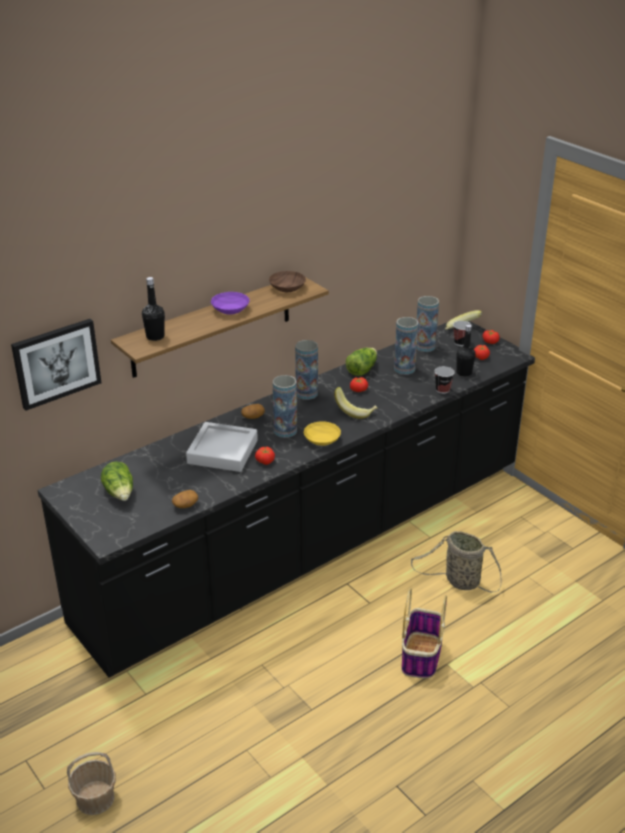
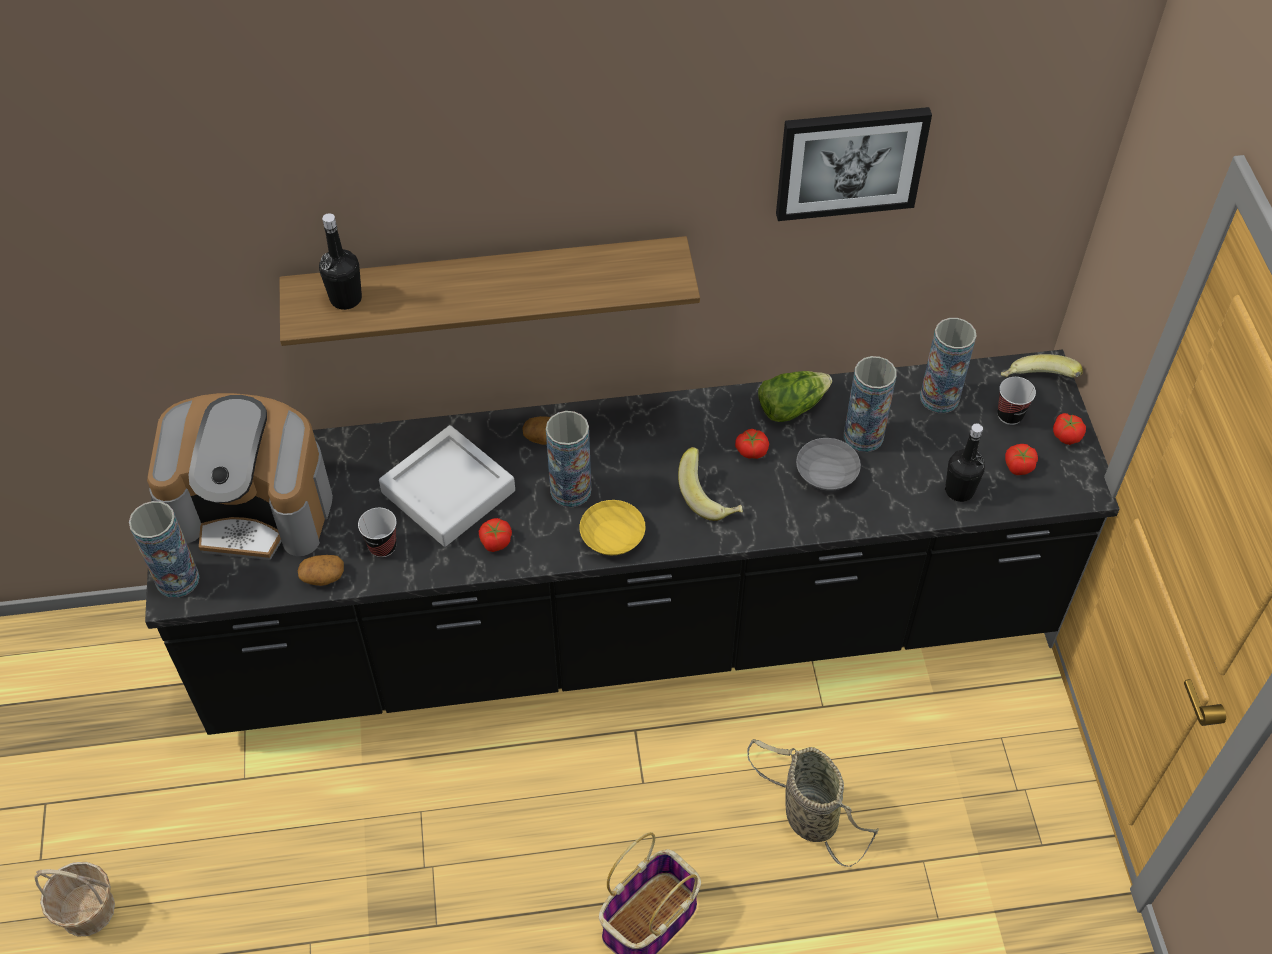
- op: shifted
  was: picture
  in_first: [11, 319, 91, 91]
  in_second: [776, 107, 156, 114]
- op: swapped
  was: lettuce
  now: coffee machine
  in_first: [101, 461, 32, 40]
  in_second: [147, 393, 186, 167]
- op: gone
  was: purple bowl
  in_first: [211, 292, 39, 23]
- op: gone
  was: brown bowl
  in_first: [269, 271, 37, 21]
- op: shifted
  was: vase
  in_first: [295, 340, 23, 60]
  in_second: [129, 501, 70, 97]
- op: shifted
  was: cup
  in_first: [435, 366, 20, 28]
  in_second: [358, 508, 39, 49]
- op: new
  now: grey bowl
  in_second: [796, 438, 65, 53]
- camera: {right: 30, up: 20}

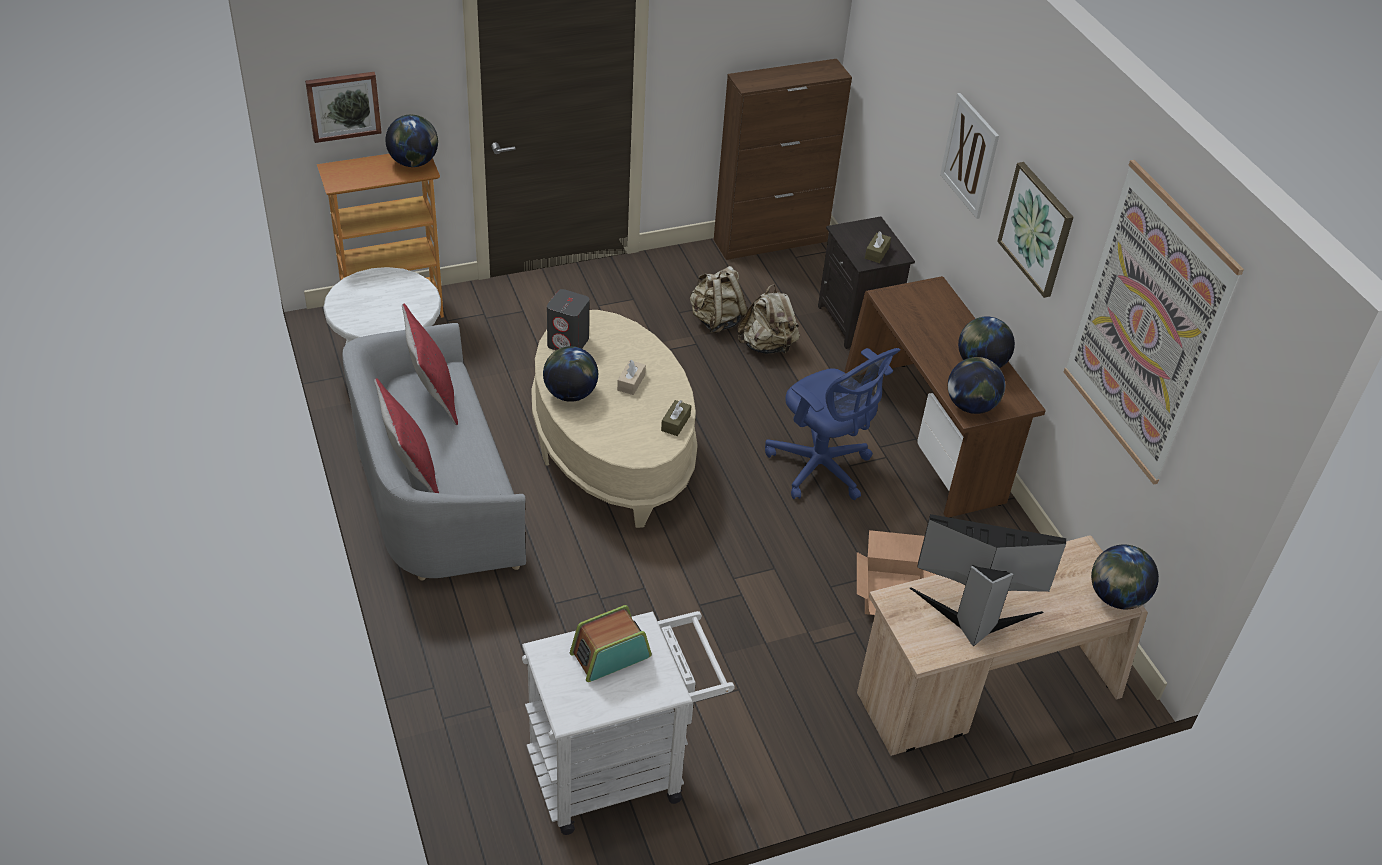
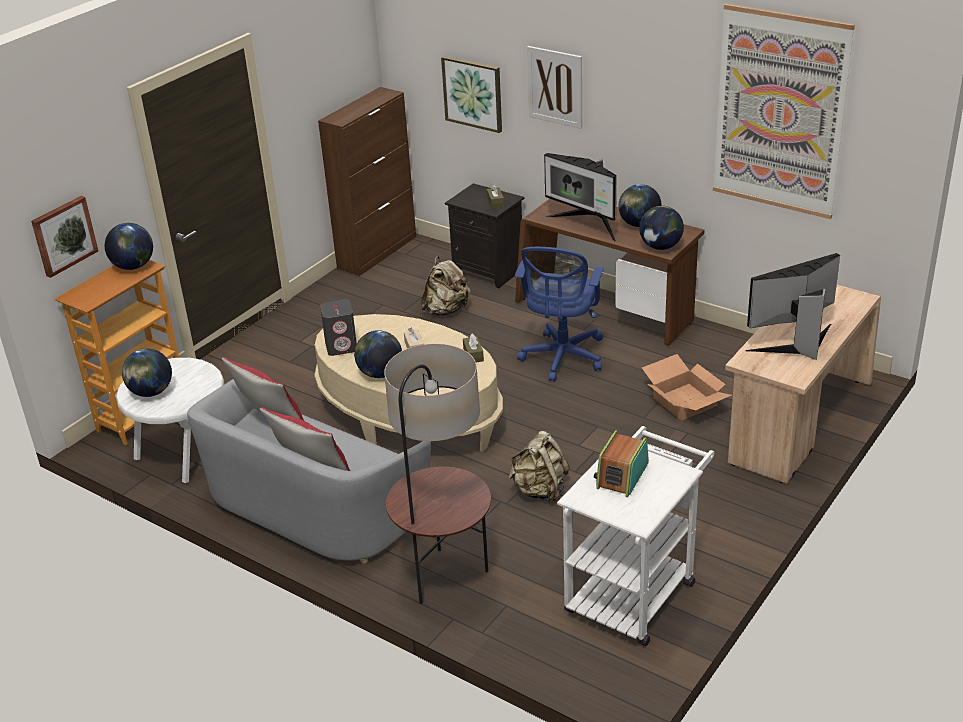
- op: shifted
  was: beige backpack
  in_first: [690, 266, 58, 67]
  in_second: [508, 431, 62, 72]
- op: rotated
  was: blue office chair
  in_first: [765, 348, 135, 152]
  in_second: [515, 247, 89, 135]
  clockwise: 90
- op: shifted
  was: picture
  in_first: [997, 162, 77, 136]
  in_second: [441, 56, 61, 77]
- op: shifted
  was: globe
  in_first: [1091, 545, 68, 64]
  in_second: [122, 349, 50, 48]
- op: new
  now: floor lamp
  in_second: [385, 344, 106, 260]
- op: new
  now: monitor
  in_second: [544, 153, 73, 89]
- camera: {right: -30, up: -10}

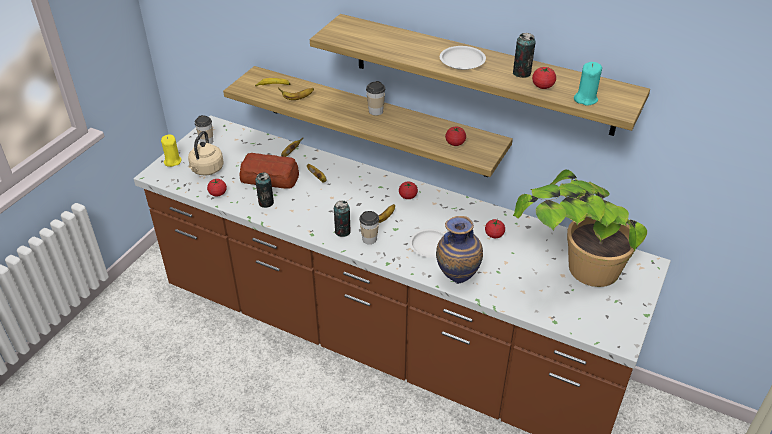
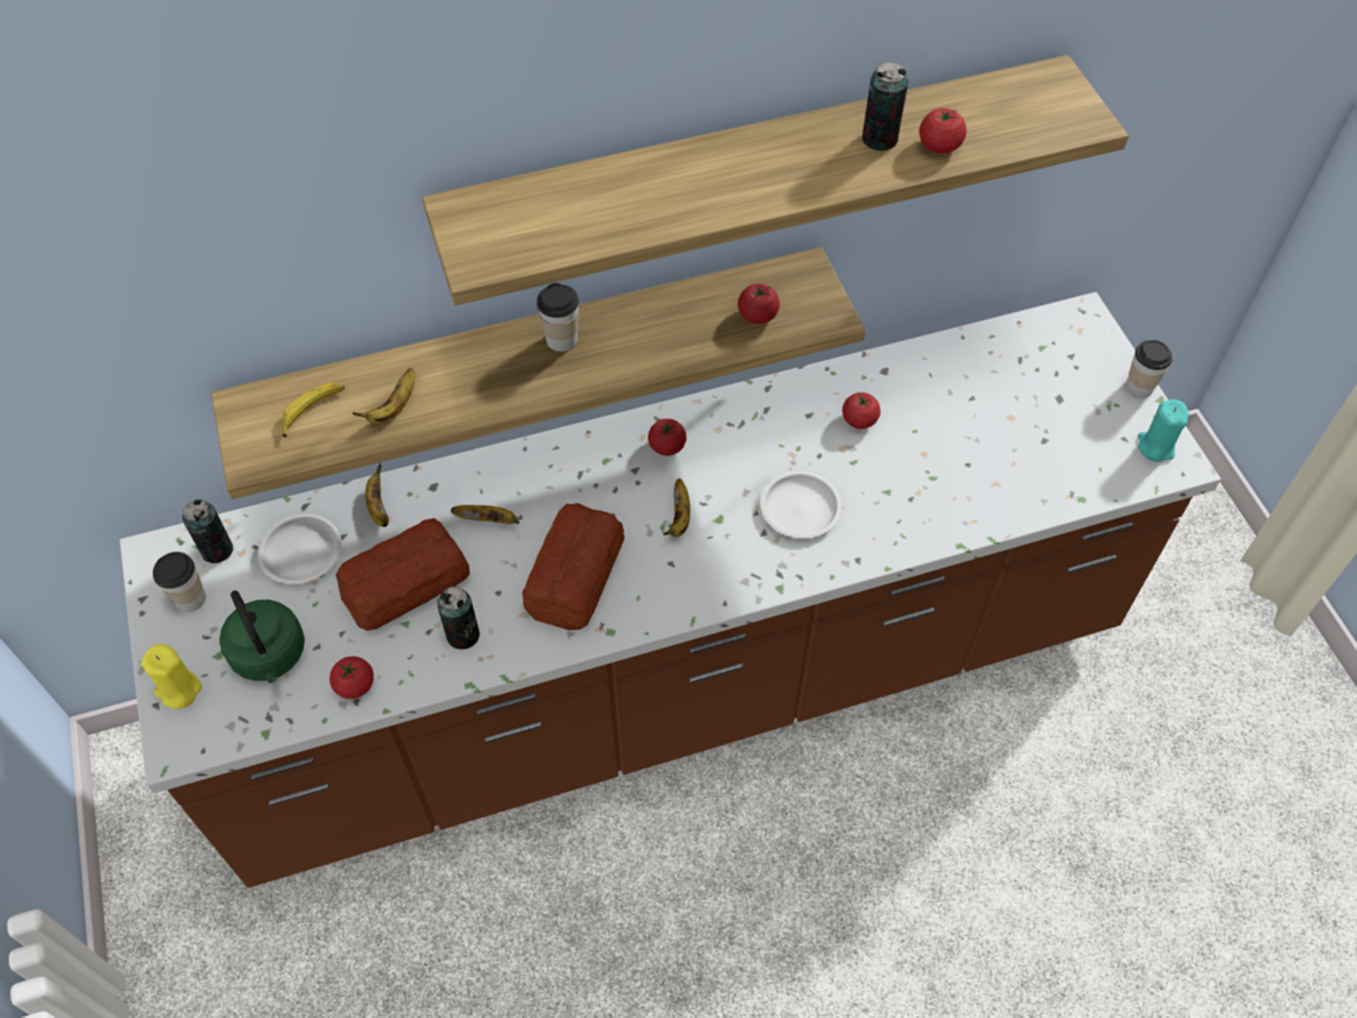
- op: repainted
  was: beige kettle
  now: green kettle
  in_first: [188, 131, 36, 45]
  in_second: [220, 590, 85, 93]
- op: shifted
  was: can
  in_first: [334, 201, 16, 36]
  in_second: [182, 499, 51, 64]
- op: shifted
  was: cup
  in_first: [359, 211, 20, 33]
  in_second: [1126, 340, 46, 58]
- op: gone
  was: vase
  in_first: [436, 216, 47, 68]
- op: shifted
  was: white plate
  in_first: [440, 46, 46, 24]
  in_second: [258, 514, 83, 70]
- op: gone
  was: potted plant
  in_first: [513, 170, 134, 117]
- op: shifted
  was: turquoise candle
  in_first: [574, 62, 28, 44]
  in_second: [1138, 399, 51, 63]
- op: new
  now: bread
  in_second: [522, 503, 102, 127]
- camera: {right: -45, up: 15}

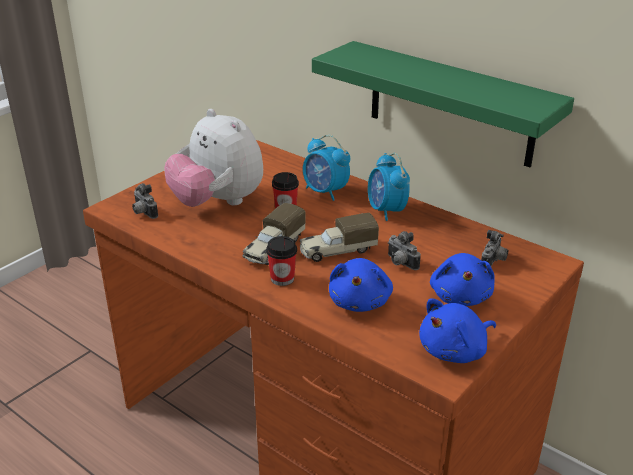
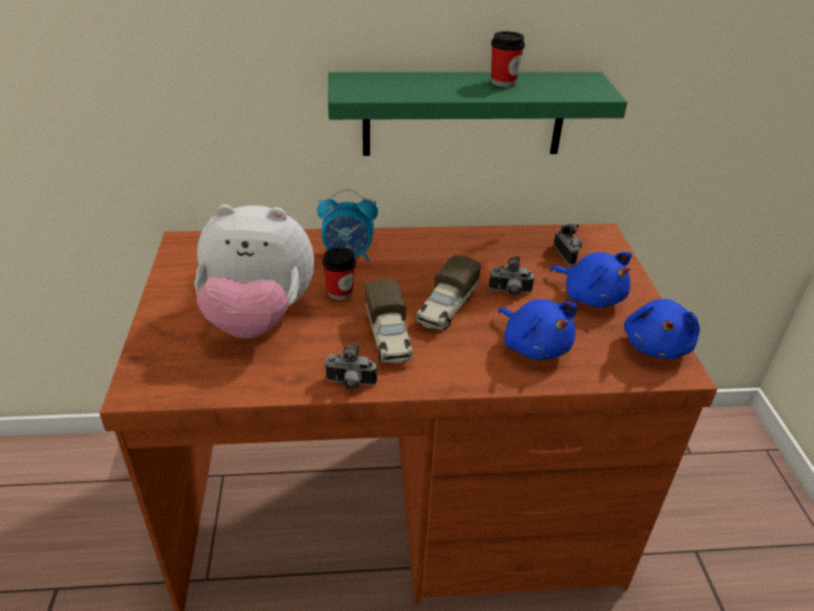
- op: shifted
  was: photo camera
  in_first: [132, 183, 26, 36]
  in_second: [324, 343, 53, 47]
- op: shifted
  was: cup
  in_first: [266, 236, 31, 50]
  in_second: [491, 31, 34, 56]
- op: gone
  was: alarm clock
  in_first: [368, 153, 42, 68]
- camera: {right: -45, up: 5}

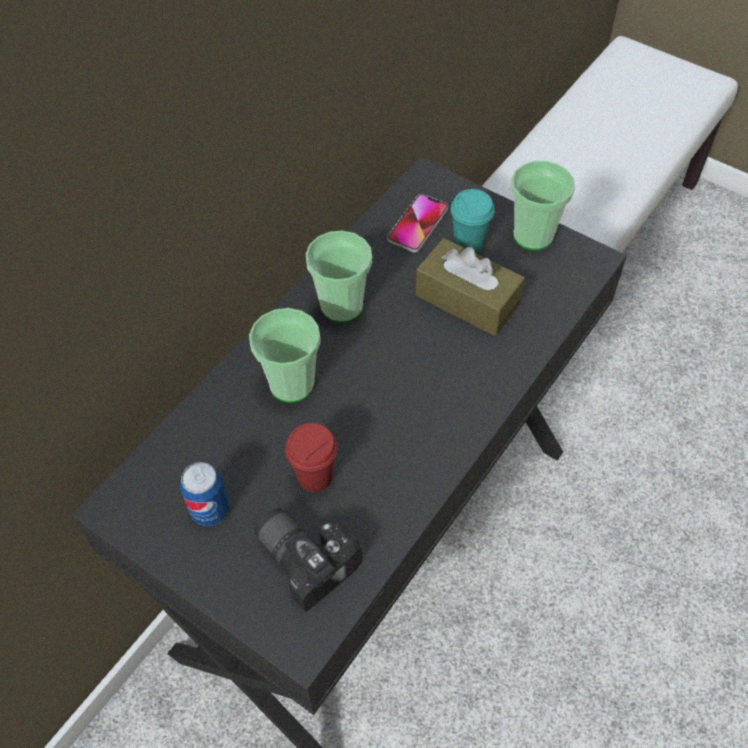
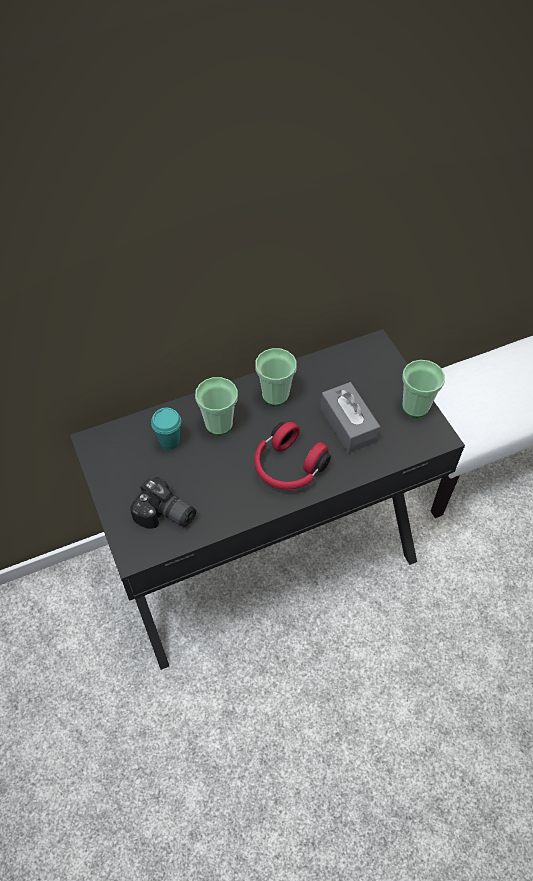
- op: gone
  was: can
  in_first: [180, 462, 49, 64]
- op: rotated
  was: photo camera
  in_first: [255, 508, 107, 104]
  in_second: [130, 477, 66, 52]
  clockwise: 135
- op: gone
  was: red cup
  in_first: [285, 423, 53, 69]
- op: gone
  was: phone
  in_first: [387, 194, 61, 58]
- op: repainted
  was: brown tissue box
  now: grey tissue box
  in_first: [415, 238, 110, 98]
  in_second: [320, 382, 60, 71]
- op: shifted
  was: turquoise cup
  in_first: [451, 189, 44, 65]
  in_second: [151, 408, 30, 42]
- op: new
  now: red headphones
  in_second: [254, 422, 77, 68]
- camera: {right: 30, up: 0}

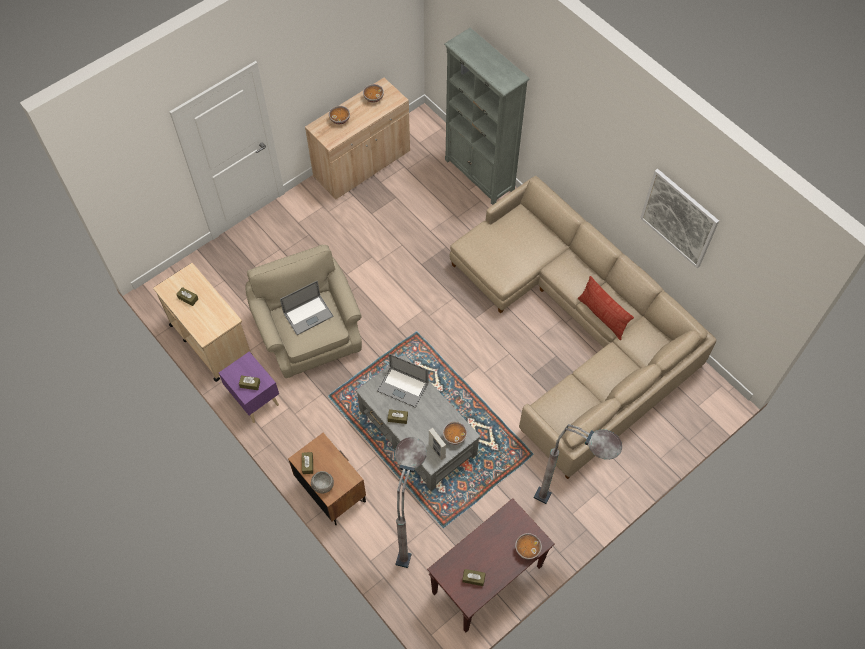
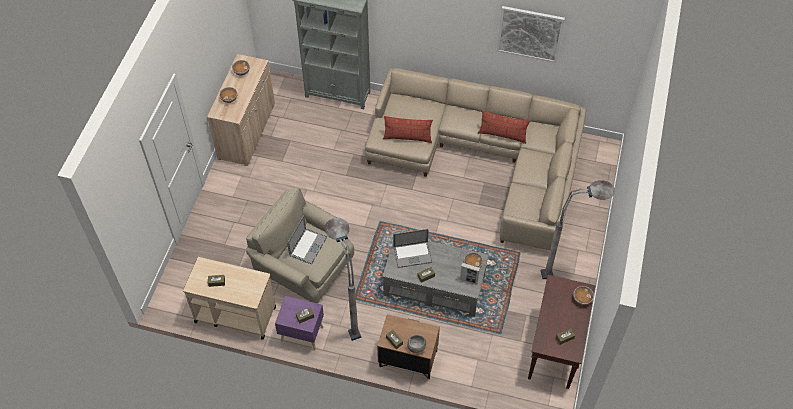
- op: shifted
  was: grey floor lamp
  in_first: [395, 437, 32, 131]
  in_second: [325, 217, 36, 124]
- op: new
  now: pillow
  in_second: [383, 116, 50, 27]
- camera: {right: -35, up: -5}

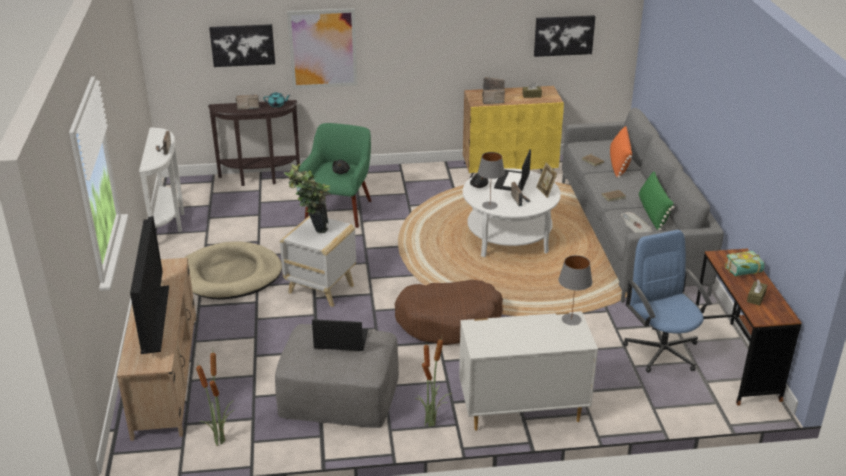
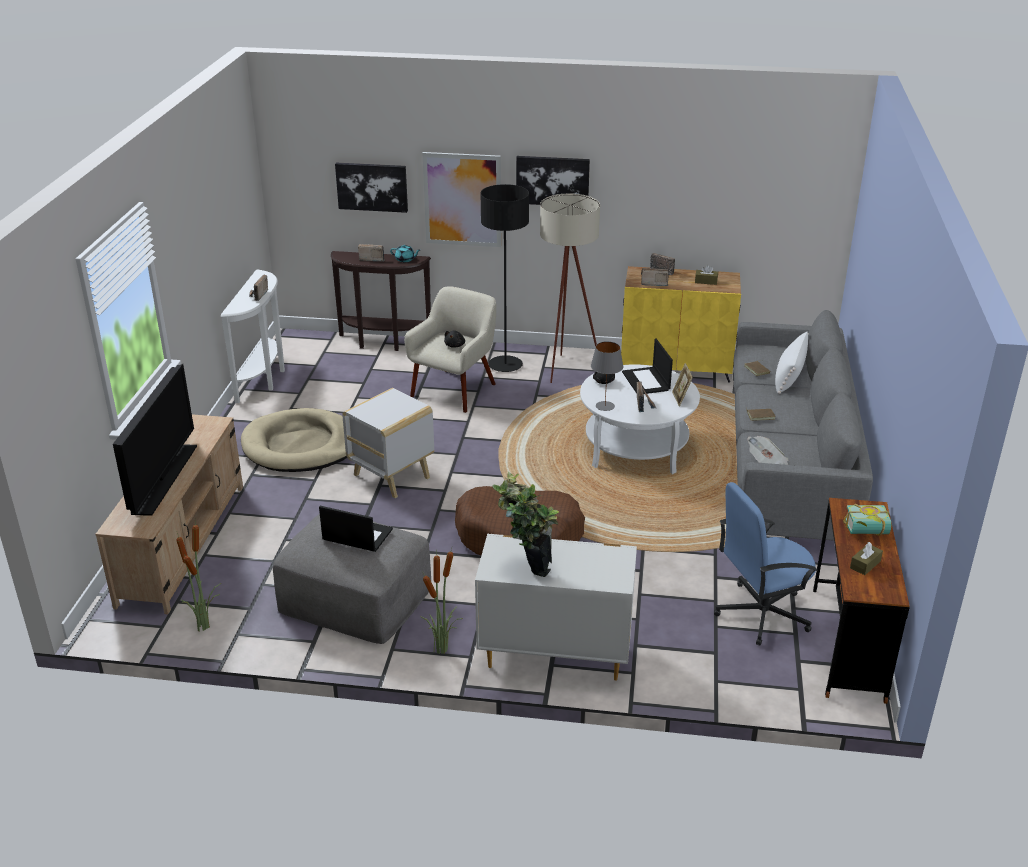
- op: shifted
  was: potted plant
  in_first: [284, 164, 47, 69]
  in_second: [492, 472, 67, 105]
- op: repainted
  was: green armchair
  now: beige armchair
  in_first: [298, 123, 73, 105]
  in_second: [404, 286, 92, 127]
- op: rotated
  was: laptop
  in_first: [494, 149, 37, 42]
  in_second: [622, 339, 51, 55]
  clockwise: -45
- op: shifted
  was: picture
  in_first: [534, 15, 61, 42]
  in_second: [516, 156, 74, 49]
- op: gone
  was: grey table lamp
  in_first: [558, 255, 34, 70]
- op: repainted
  was: orange pillow
  now: white pillow
  in_first: [610, 126, 22, 52]
  in_second: [775, 332, 34, 62]
- op: rotated
  was: blue office chair
  in_first: [623, 230, 89, 143]
  in_second: [714, 482, 104, 164]
  clockwise: -105
- op: gone
  was: green pillow
  in_first: [639, 171, 36, 60]
- op: new
  now: black floor lamp
  in_second: [480, 184, 49, 188]
- op: new
  now: beige floor lamp
  in_second: [540, 194, 60, 189]
- camera: {right: 15, up: 0}

